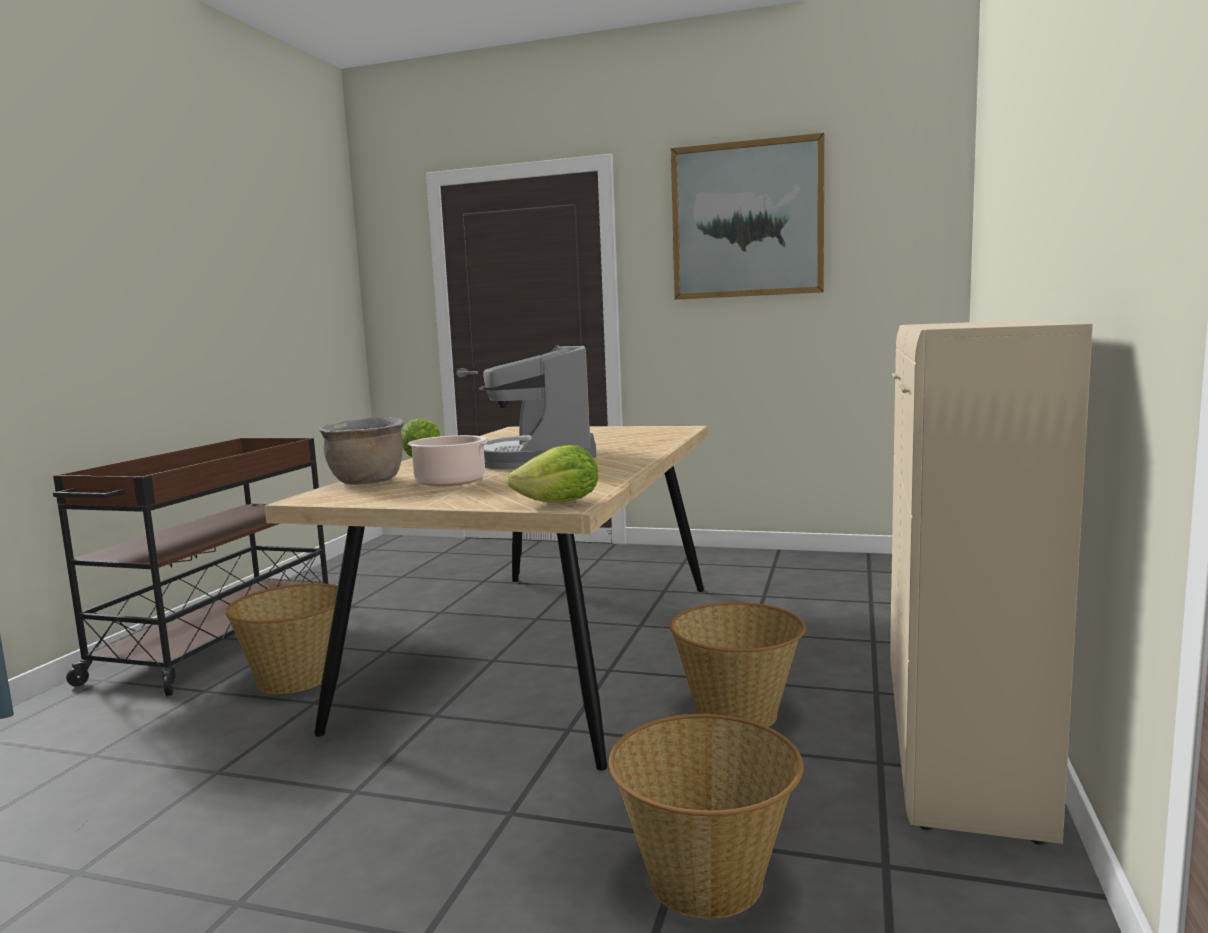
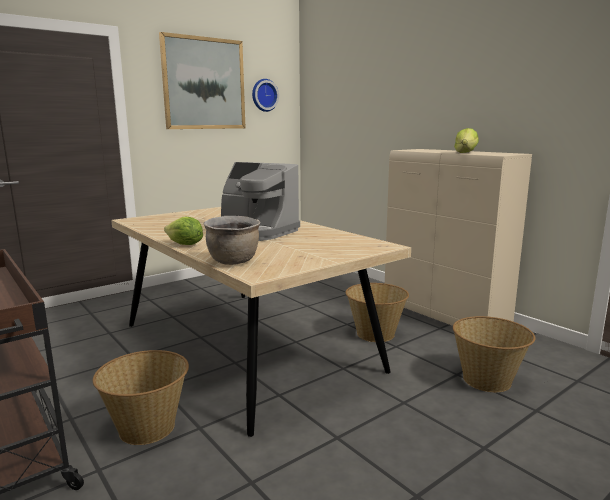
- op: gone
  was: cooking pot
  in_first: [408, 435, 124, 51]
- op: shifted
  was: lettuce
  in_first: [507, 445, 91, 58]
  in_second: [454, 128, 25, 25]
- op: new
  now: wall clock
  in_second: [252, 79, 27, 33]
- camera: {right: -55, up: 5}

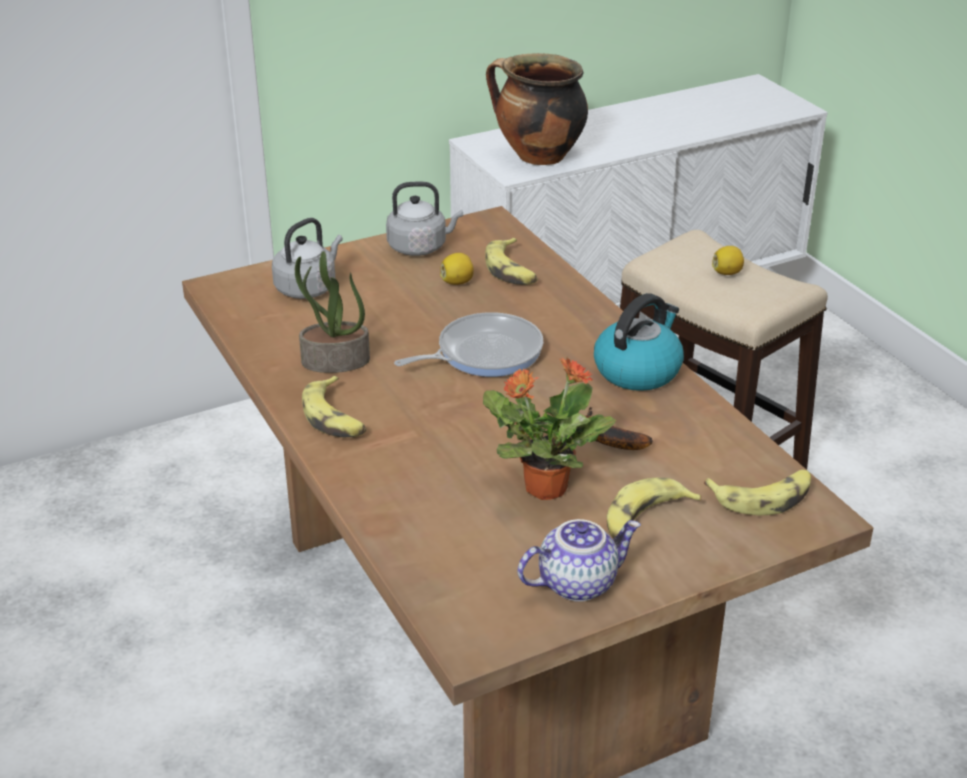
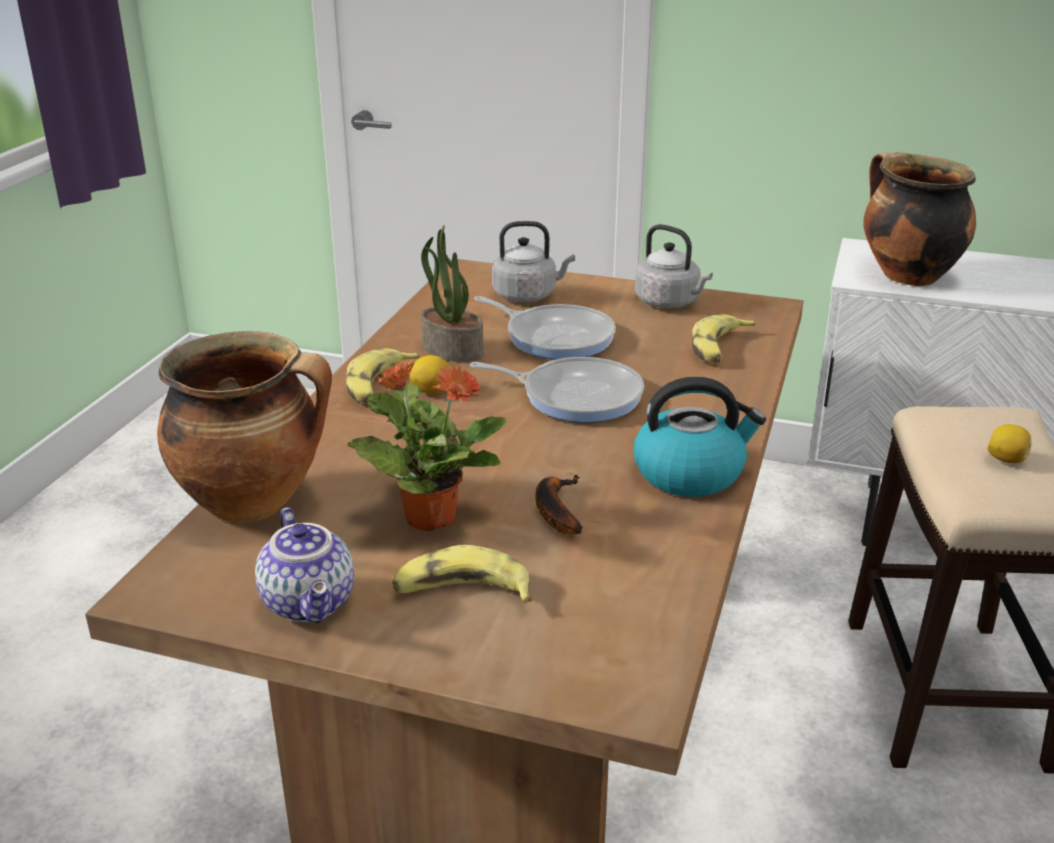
- op: shifted
  was: lemon
  in_first: [440, 253, 34, 32]
  in_second: [410, 355, 41, 39]
- op: rotated
  was: teapot
  in_first: [518, 519, 123, 83]
  in_second: [255, 507, 99, 116]
  clockwise: 45
- op: gone
  was: banana
  in_first: [704, 470, 107, 45]
- op: new
  now: cooking pot
  in_second: [157, 331, 175, 192]
- op: new
  now: frying pan
  in_second: [474, 296, 142, 64]
- camera: {right: 45, up: -5}

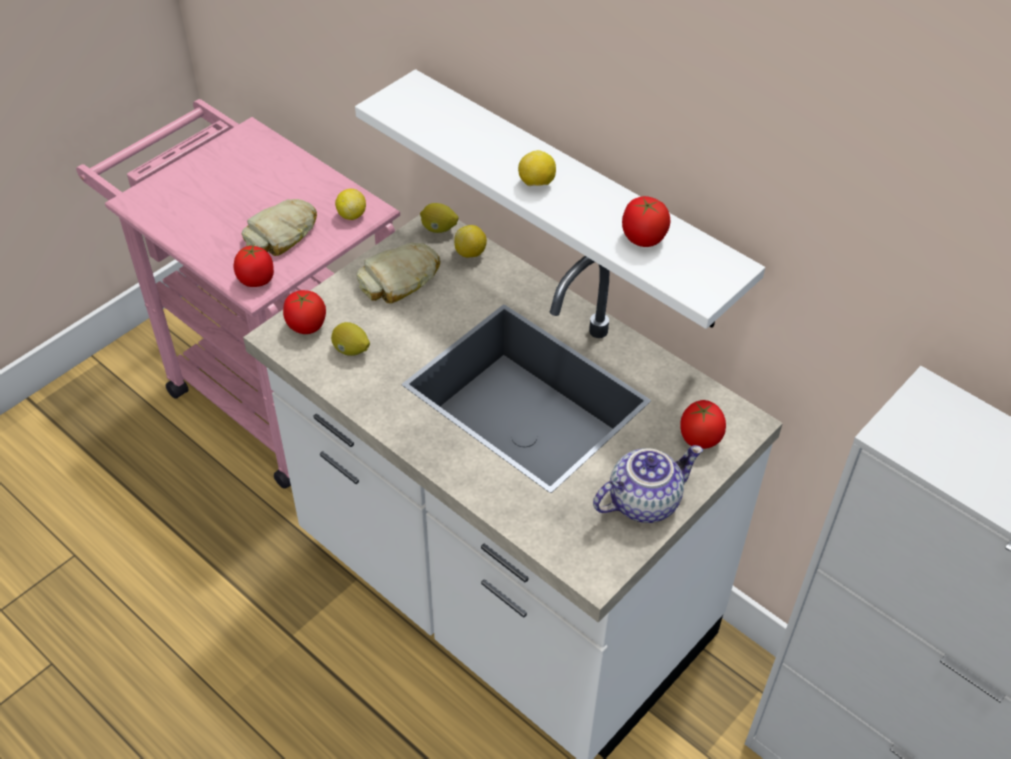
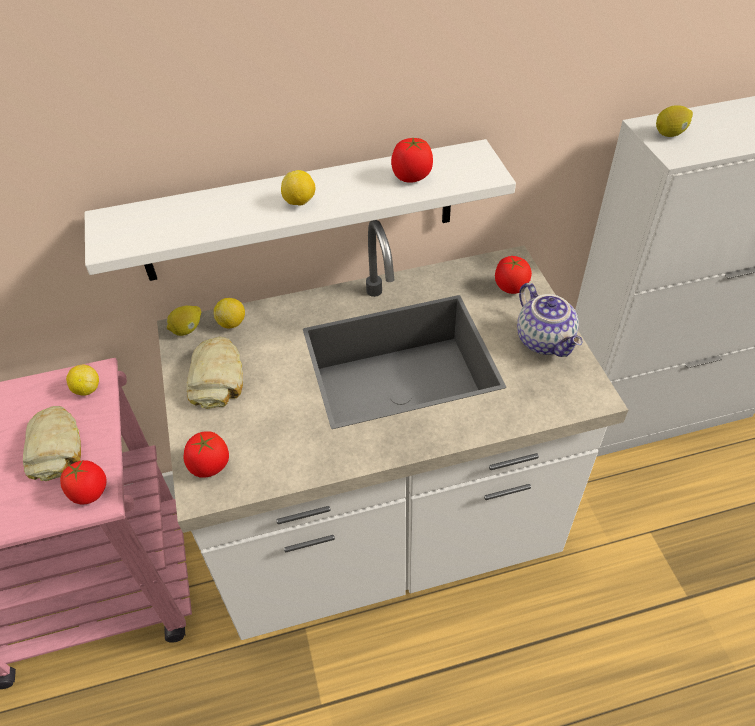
- op: shifted
  was: lemon
  in_first: [331, 322, 39, 34]
  in_second: [656, 105, 37, 32]
- op: rotated
  was: teapot
  in_first: [593, 445, 110, 78]
  in_second: [517, 283, 65, 74]
  clockwise: 150
- camera: {right: -55, up: 0}

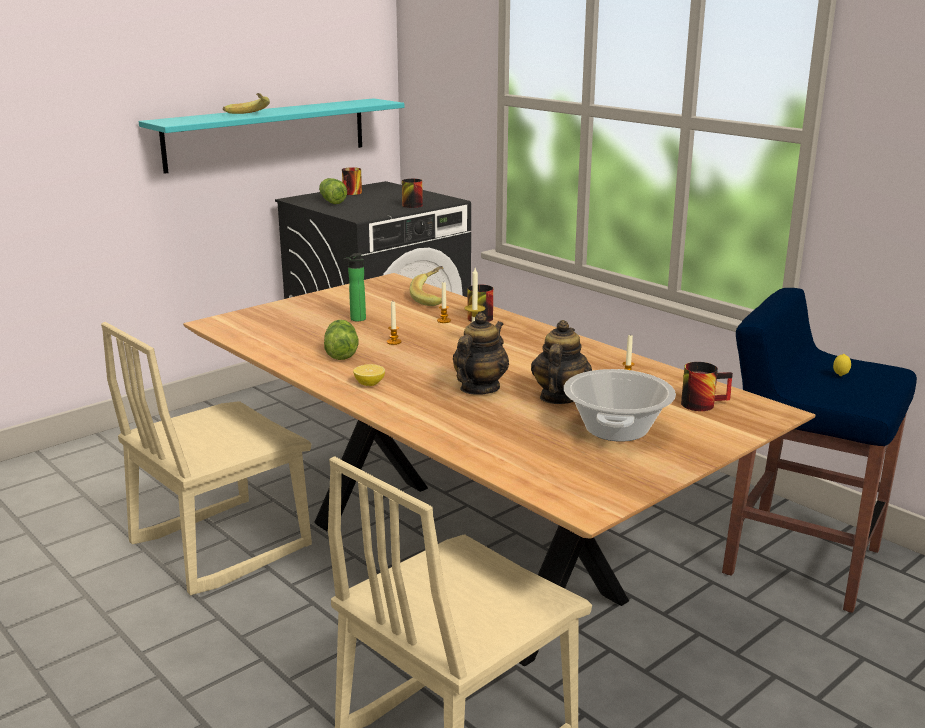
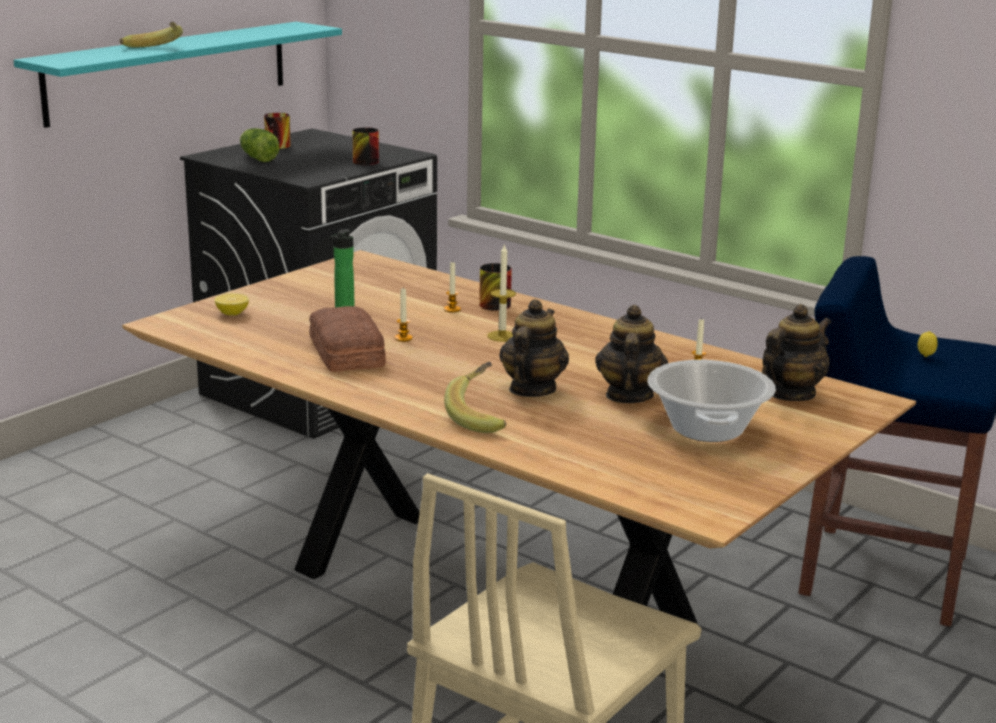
- op: gone
  was: beige chair
  in_first: [101, 322, 211, 273]
- op: swapped
  was: lettuce
  now: bread
  in_first: [324, 319, 34, 41]
  in_second: [309, 306, 77, 66]
- op: shifted
  was: lemon
  in_first: [353, 364, 32, 22]
  in_second: [215, 293, 34, 23]
- op: shifted
  was: banana
  in_first: [410, 266, 33, 40]
  in_second: [444, 362, 62, 71]
- op: swapped
  was: mug
  now: teapot
  in_first: [681, 362, 52, 49]
  in_second: [762, 304, 69, 97]
- camera: {right: -10, up: 0}

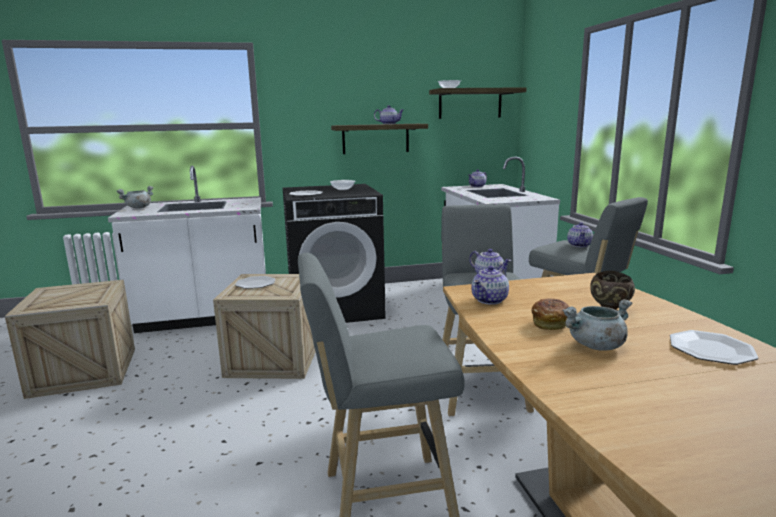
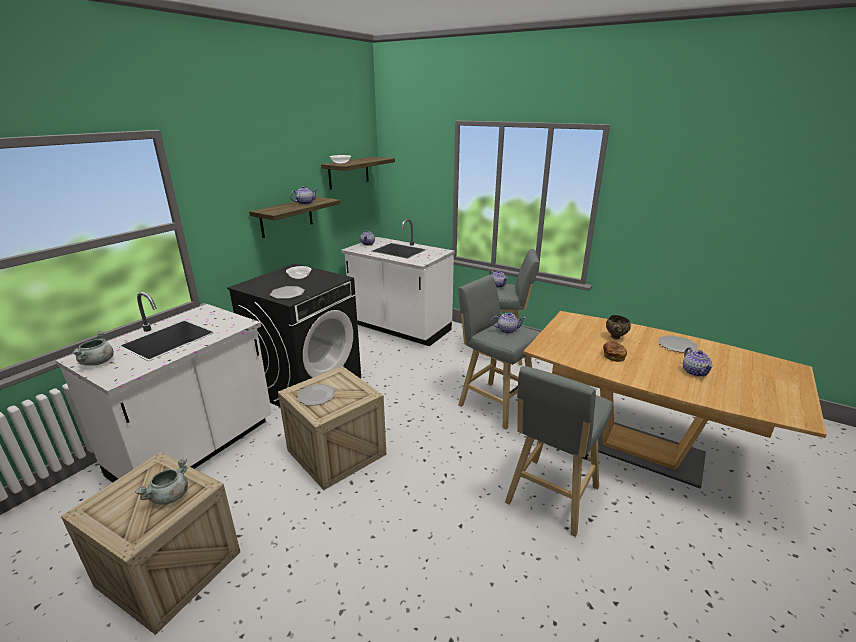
- op: shifted
  was: teapot
  in_first: [471, 266, 38, 39]
  in_second: [683, 347, 30, 30]
- op: shifted
  was: grey cooking pot
  in_first: [563, 299, 70, 52]
  in_second: [135, 458, 53, 47]
- camera: {right: -45, up: 10}

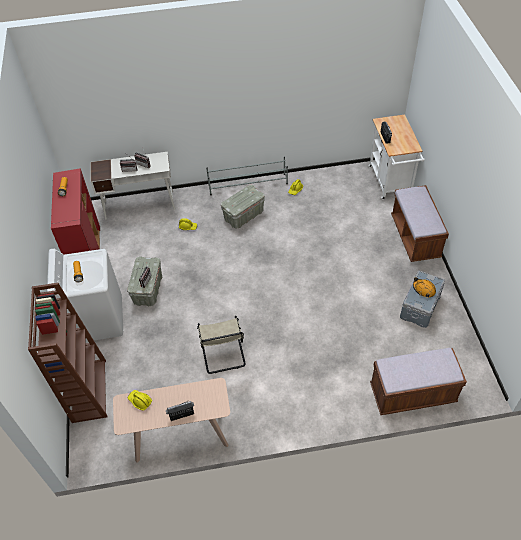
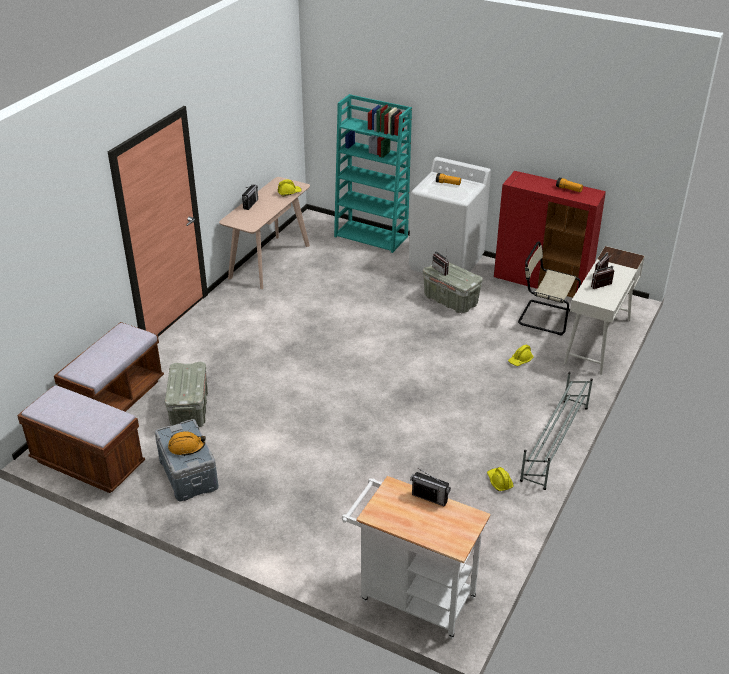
- op: repainted
  was: brown bookcase
  now: turquoise bookcase
  in_first: [28, 283, 79, 140]
  in_second: [334, 94, 78, 159]
- op: shifted
  was: beige chair
  in_first: [197, 316, 49, 58]
  in_second: [518, 241, 63, 95]
- op: shifted
  was: grey storage box
  in_first: [221, 185, 44, 44]
  in_second: [165, 362, 43, 65]
- op: shifted
  was: brown bench
  in_first: [391, 185, 58, 77]
  in_second: [17, 385, 128, 108]
- camera: {right: 125, up: -15}

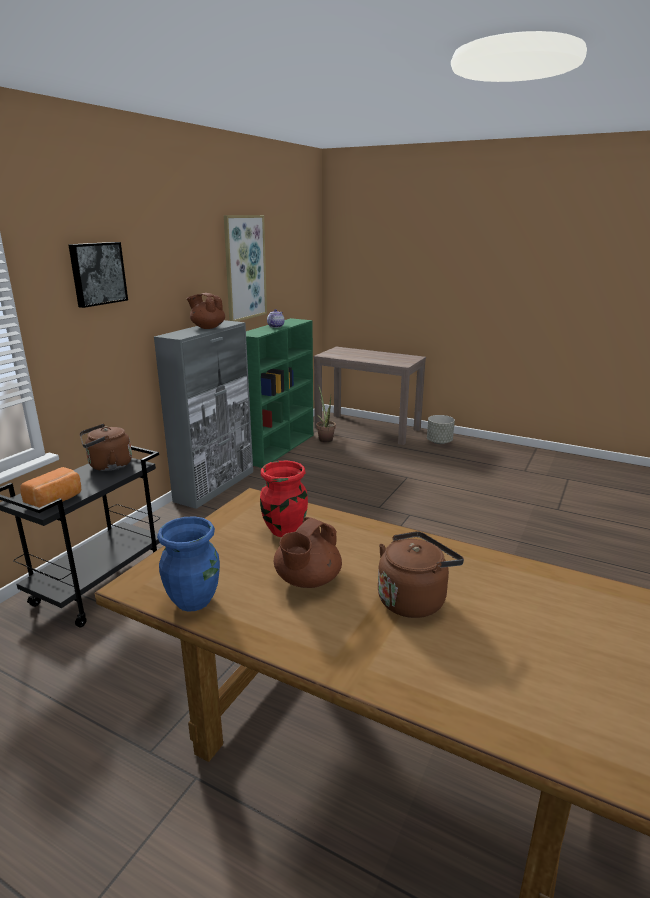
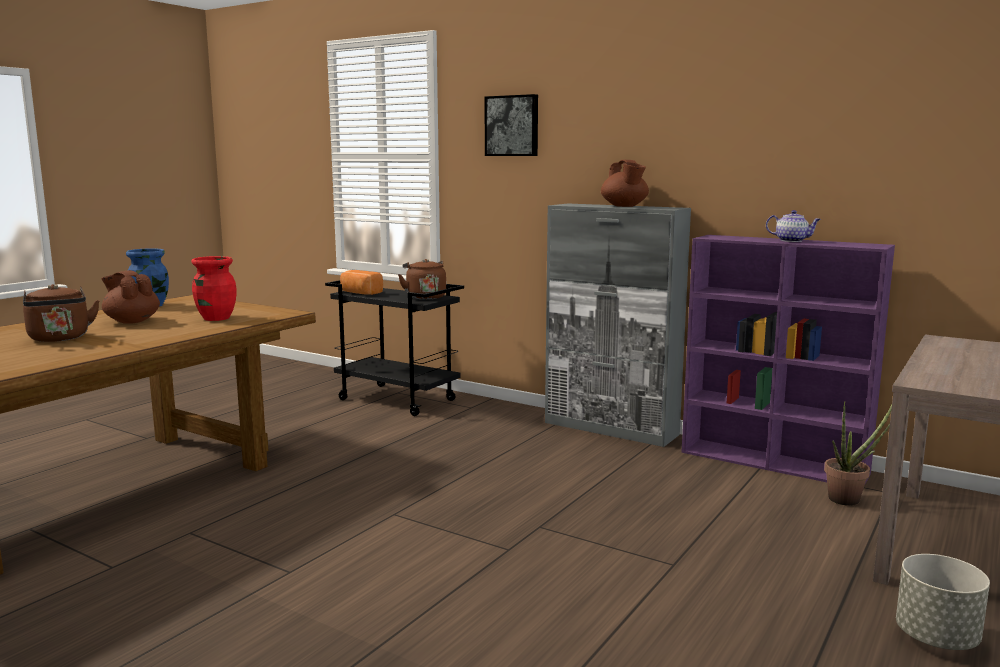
- op: rotated
  was: brown teapot
  in_first: [187, 293, 38, 36]
  in_second: [601, 160, 48, 47]
  clockwise: 135
- op: gone
  was: picture
  in_first: [224, 215, 43, 107]
- op: repainted
  was: green bookcase
  now: purple bookcase
  in_first: [246, 318, 67, 150]
  in_second: [681, 235, 214, 251]
- camera: {right: 95, up: -10}

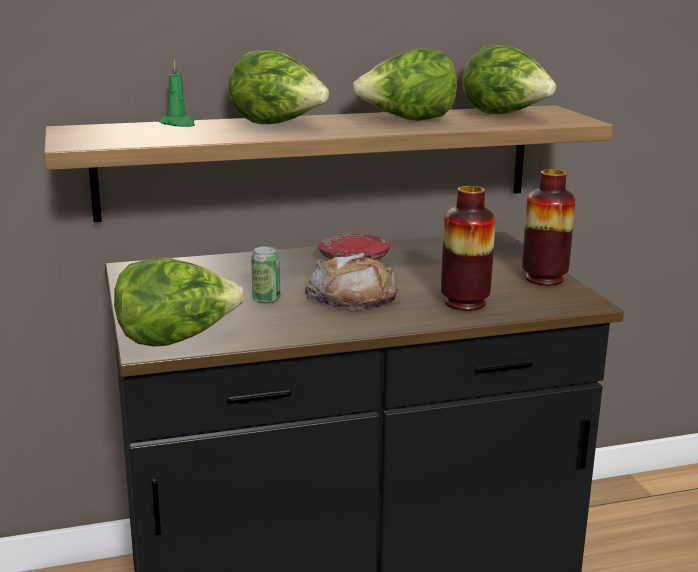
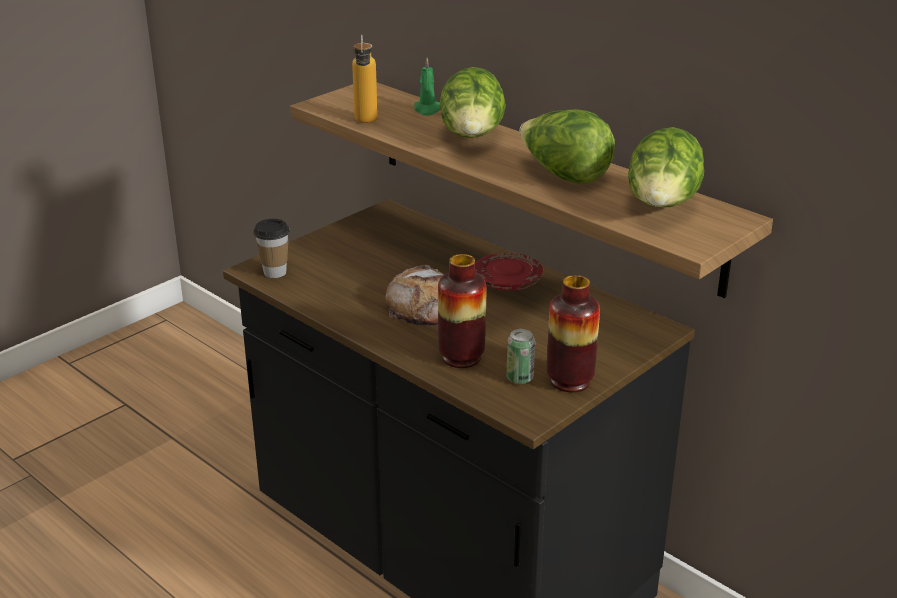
- op: swapped
  was: lettuce
  now: cup
  in_first: [114, 257, 130, 90]
  in_second: [253, 219, 37, 59]
- op: shifted
  was: can
  in_first: [251, 246, 29, 58]
  in_second: [506, 329, 29, 55]
- op: new
  now: bottle
  in_second: [352, 35, 26, 88]
- camera: {right: 60, up: 10}

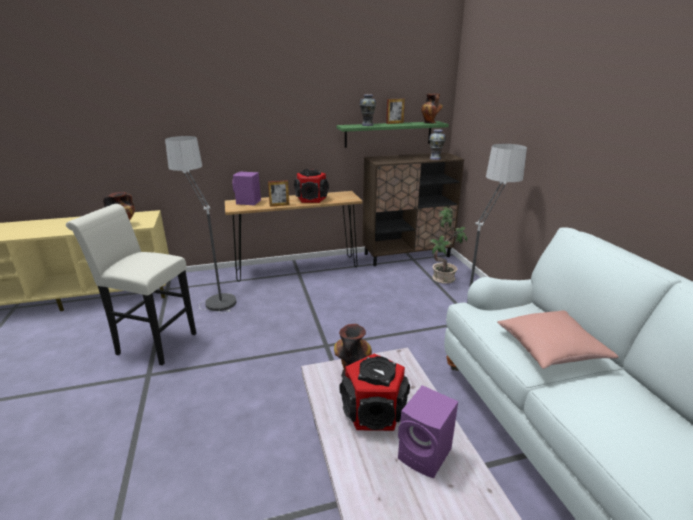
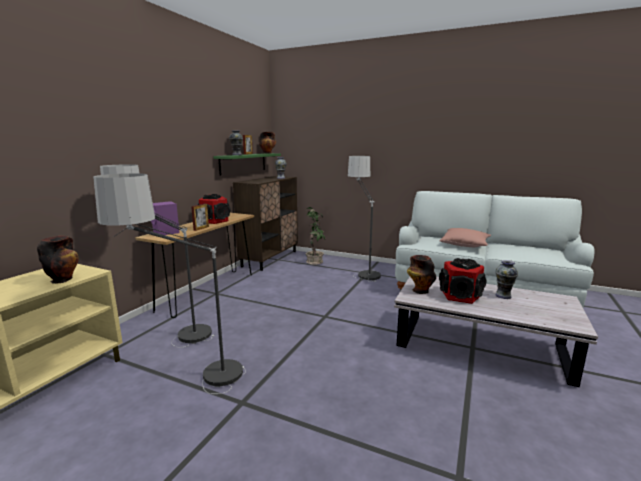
- op: swapped
  was: white stool
  now: floor lamp
  in_first: [66, 204, 131, 161]
  in_second: [93, 173, 153, 221]
- op: swapped
  was: purple speaker
  now: vase
  in_first: [398, 385, 60, 94]
  in_second: [495, 260, 23, 39]
- camera: {right: -50, up: -10}

